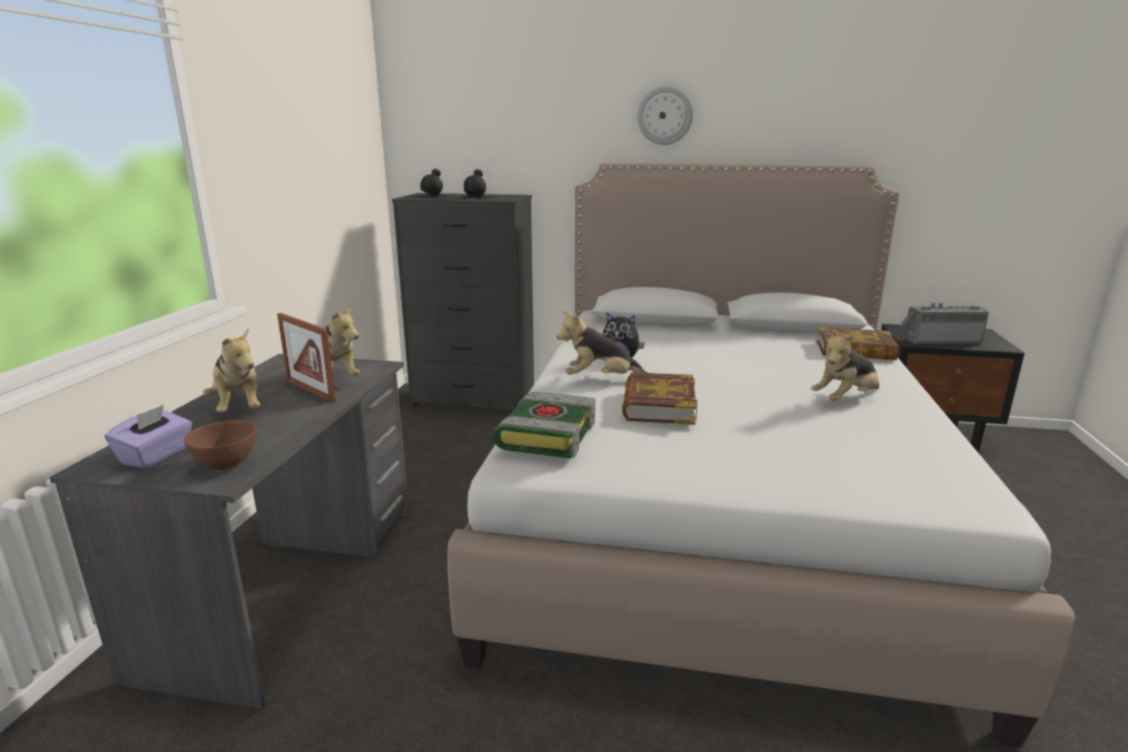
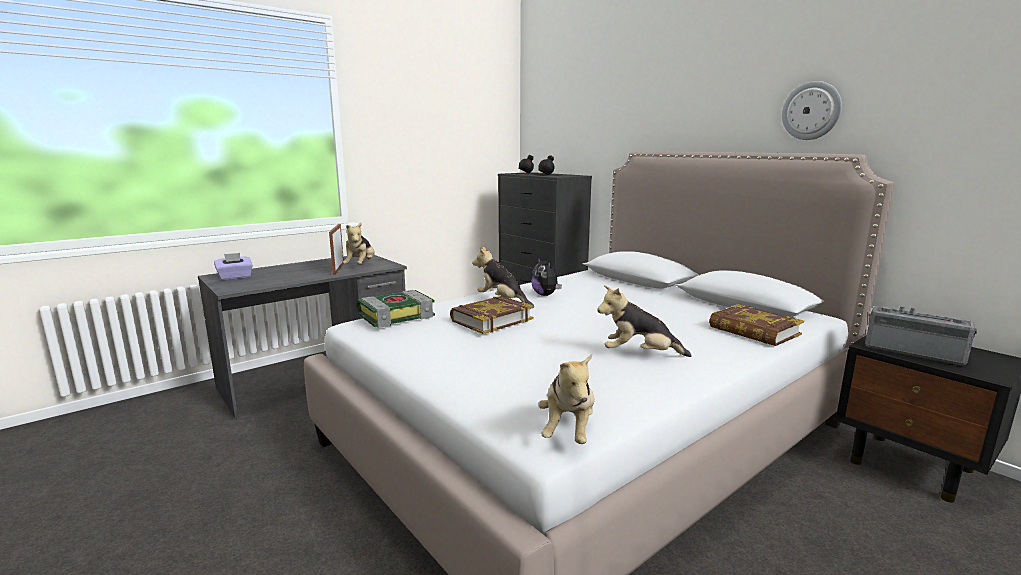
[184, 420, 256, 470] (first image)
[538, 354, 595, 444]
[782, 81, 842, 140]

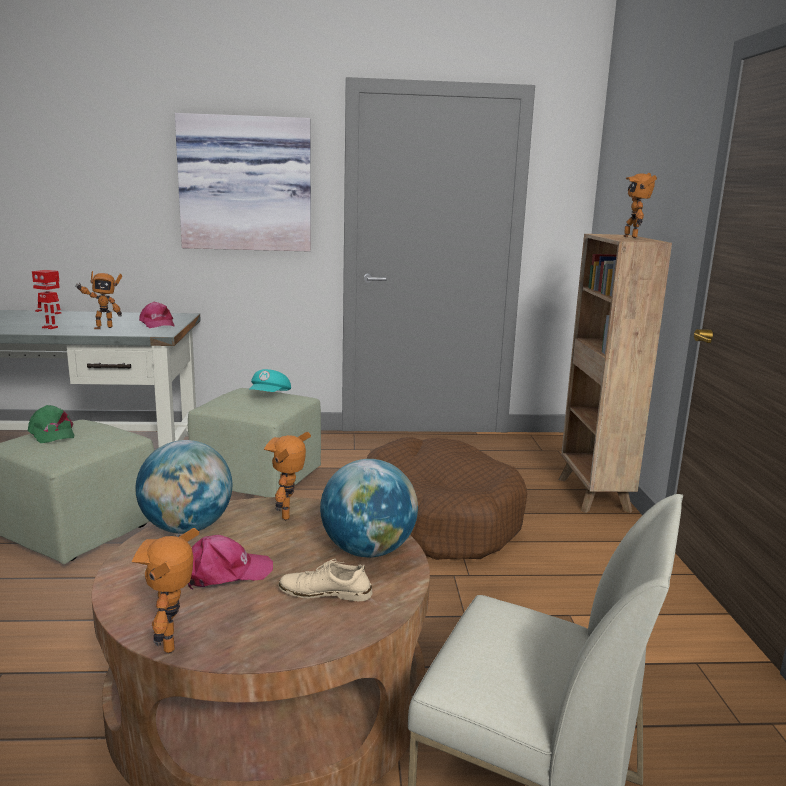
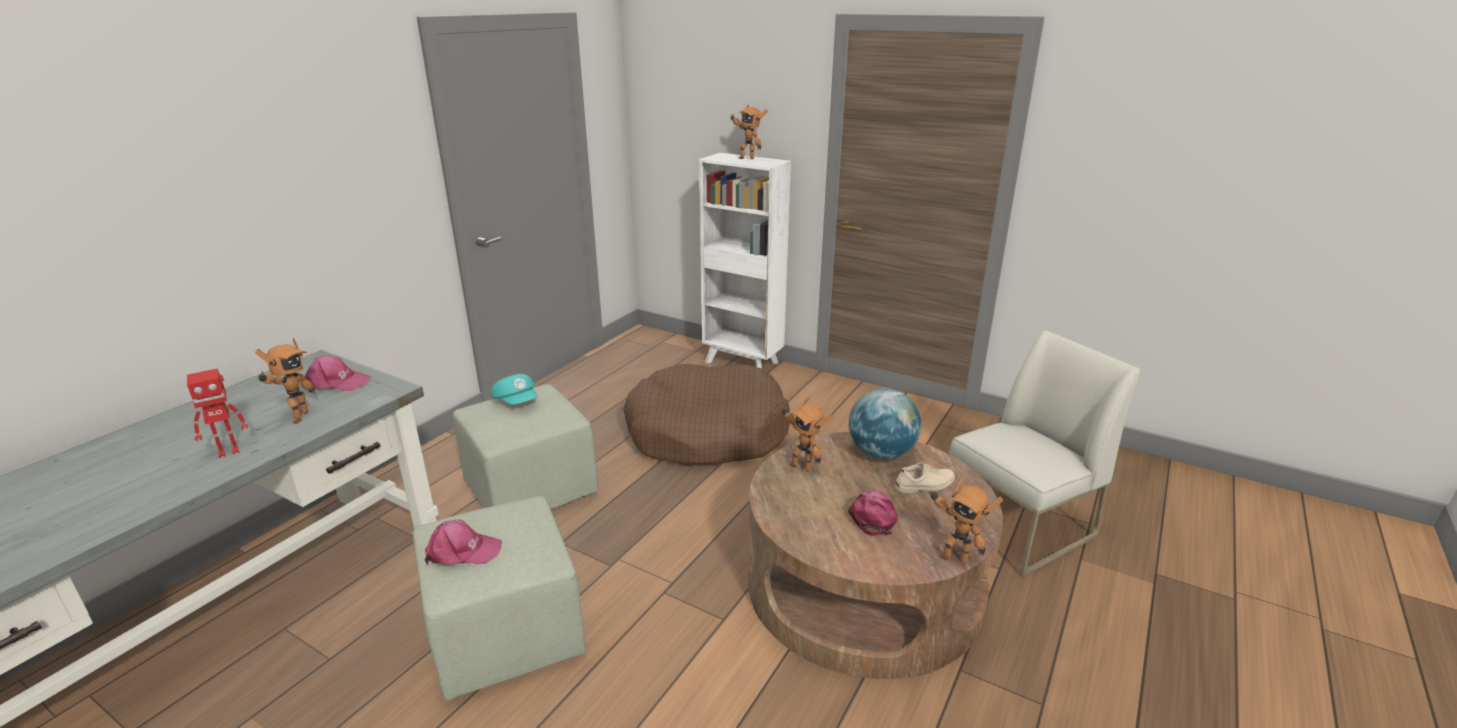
[425, 519, 502, 565]
[135, 440, 233, 534] (first image)
[175, 113, 311, 252] (first image)
[895, 462, 955, 493]
[699, 153, 791, 368]

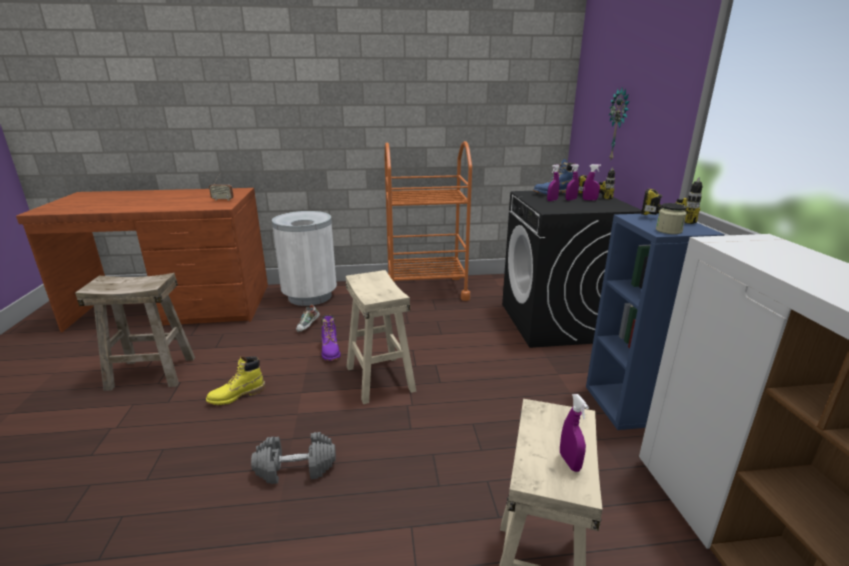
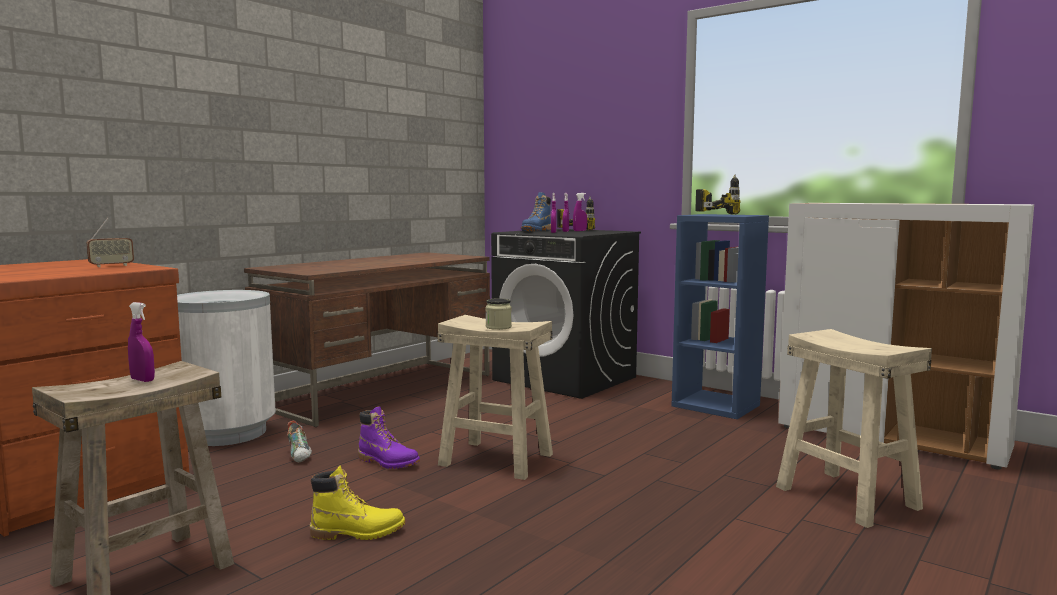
[310, 465, 405, 540]
[251, 432, 336, 484] (first image)
[244, 252, 490, 427]
[128, 302, 155, 382]
[609, 88, 630, 159] (first image)
[485, 298, 512, 330]

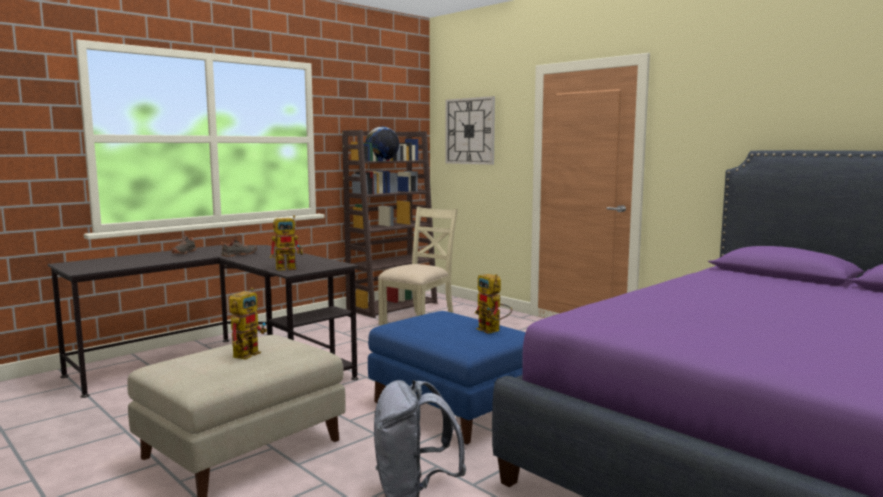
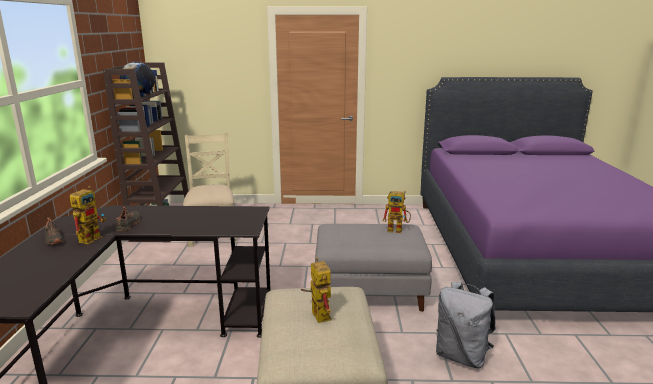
[70, 186, 106, 244]
[315, 224, 432, 312]
[445, 96, 495, 165] (first image)

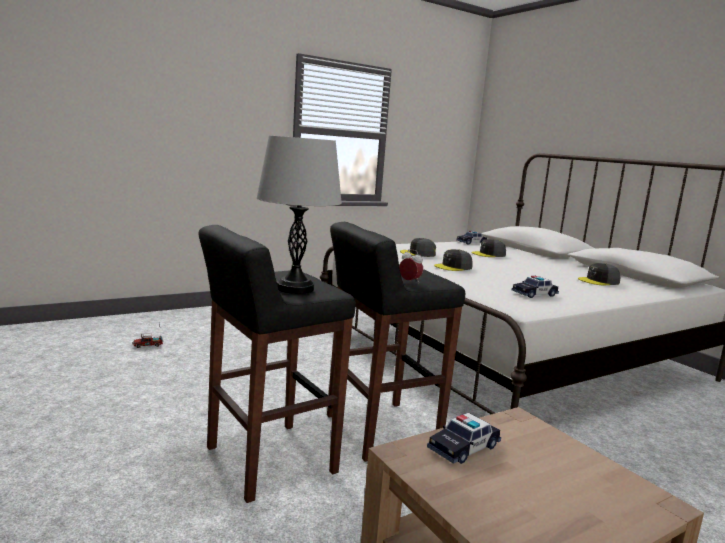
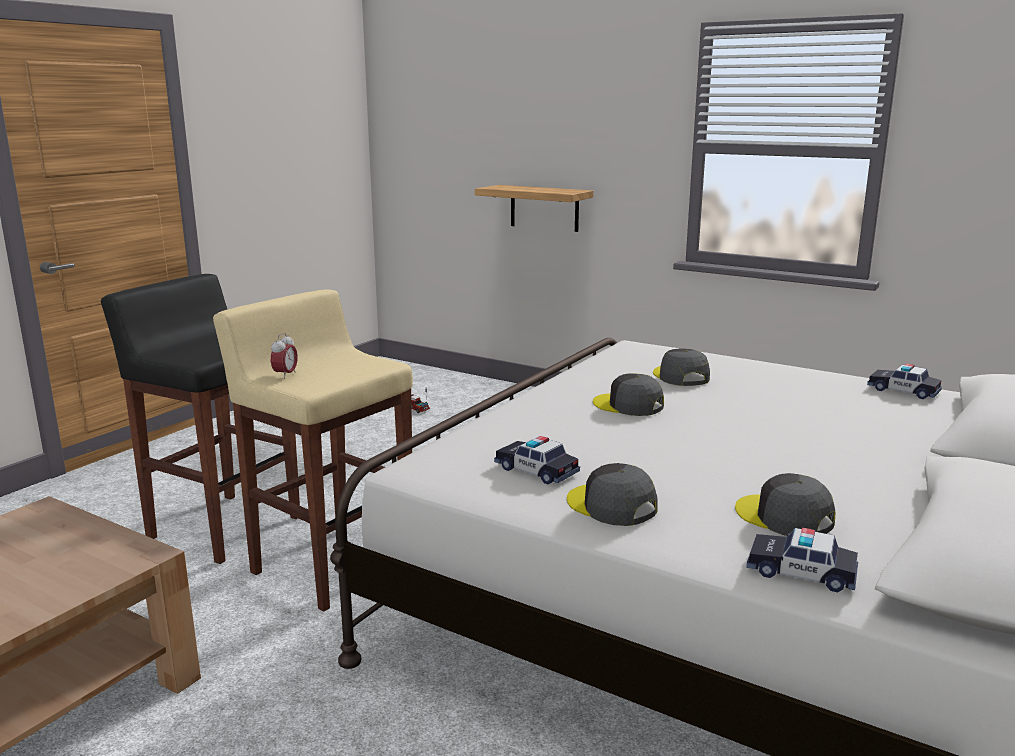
[257, 136, 342, 294] (first image)
[213, 289, 413, 612]
[746, 528, 858, 592]
[567, 463, 657, 526]
[475, 185, 593, 232]

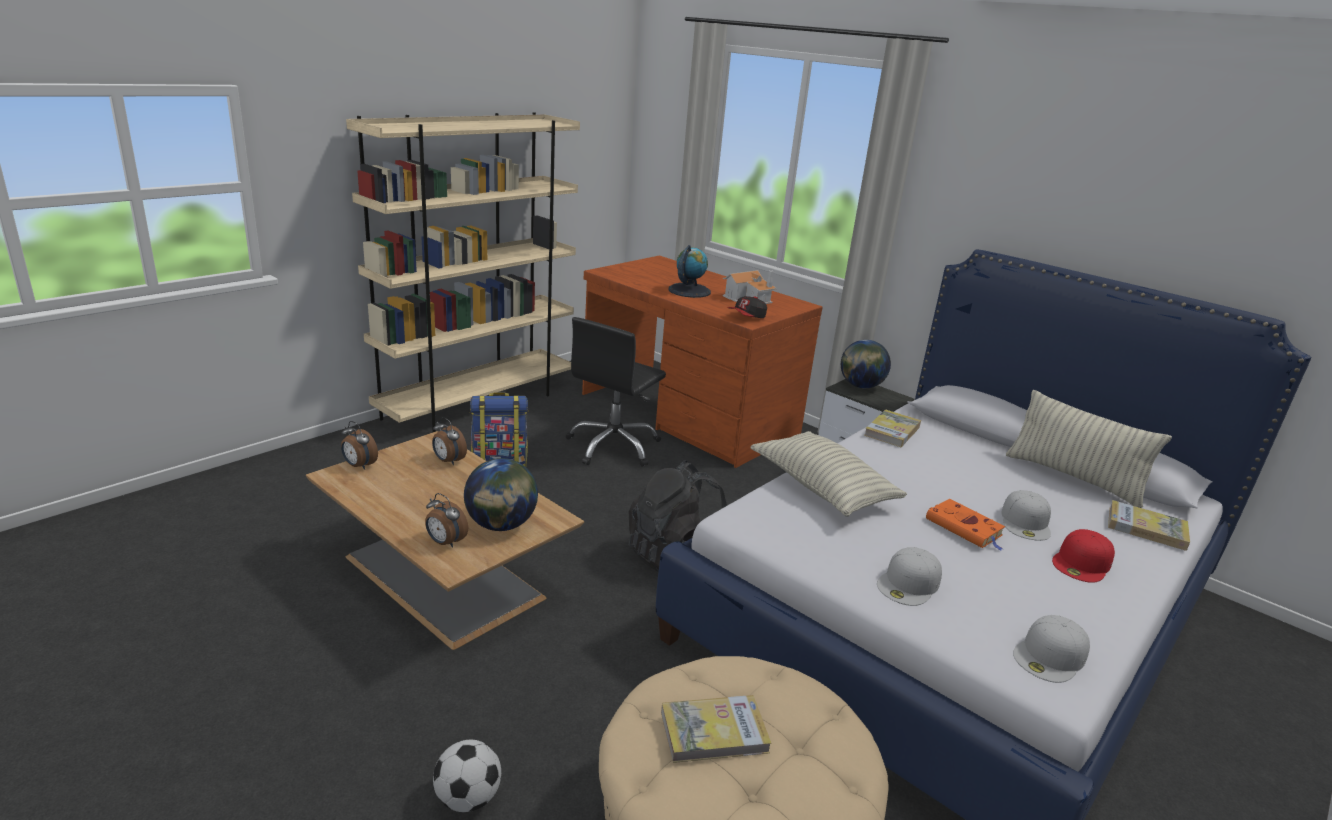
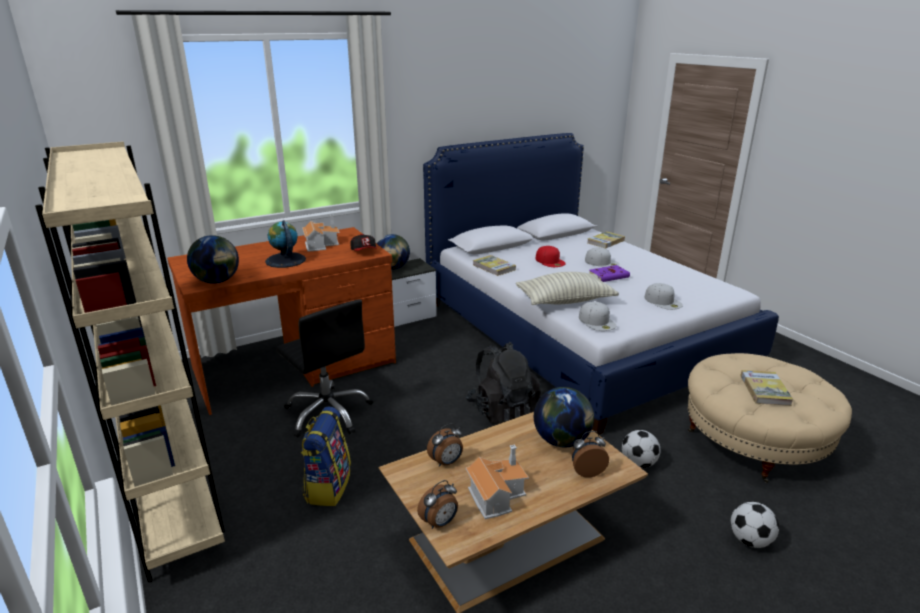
[572, 431, 609, 478]
[589, 265, 630, 282]
[1006, 390, 1172, 508] (first image)
[579, 301, 616, 331]
[536, 246, 566, 267]
[187, 235, 239, 284]
[465, 444, 529, 519]
[622, 430, 660, 468]

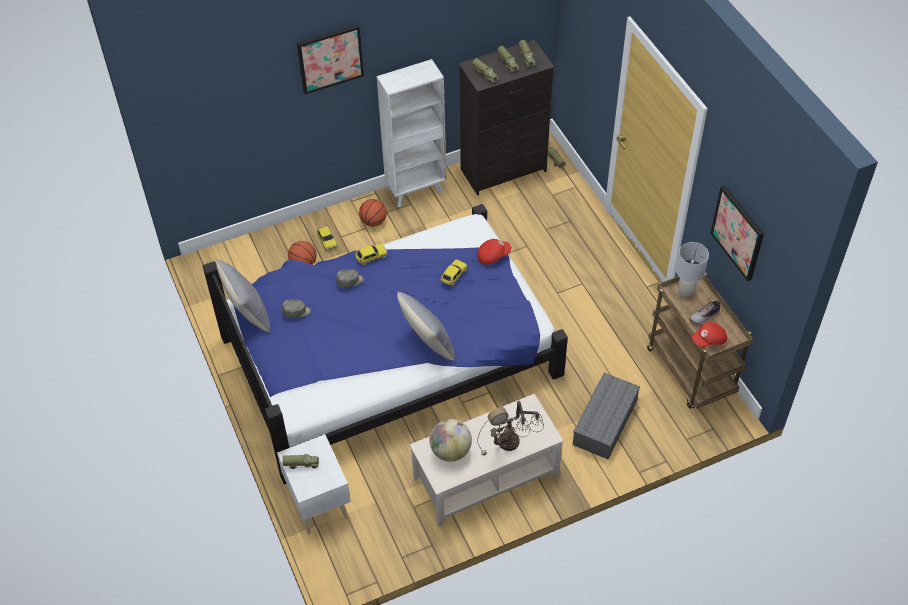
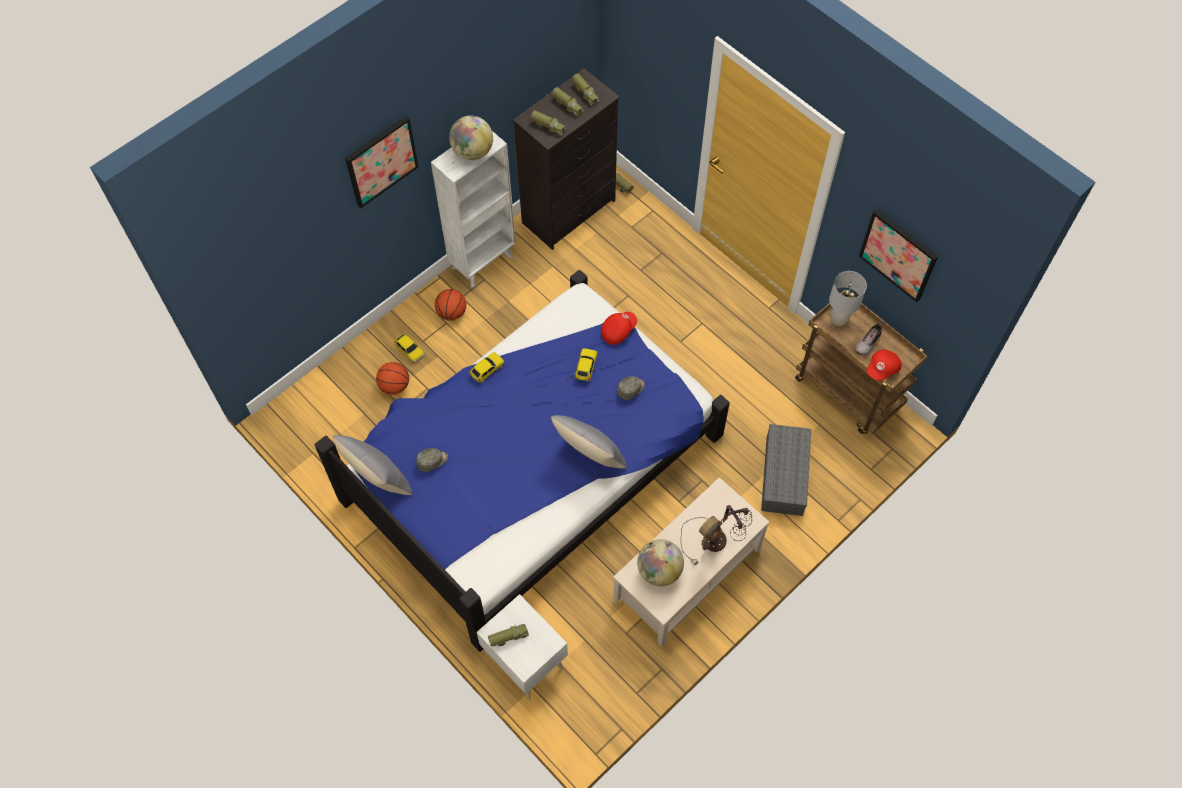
[617, 376, 645, 400]
[449, 116, 493, 160]

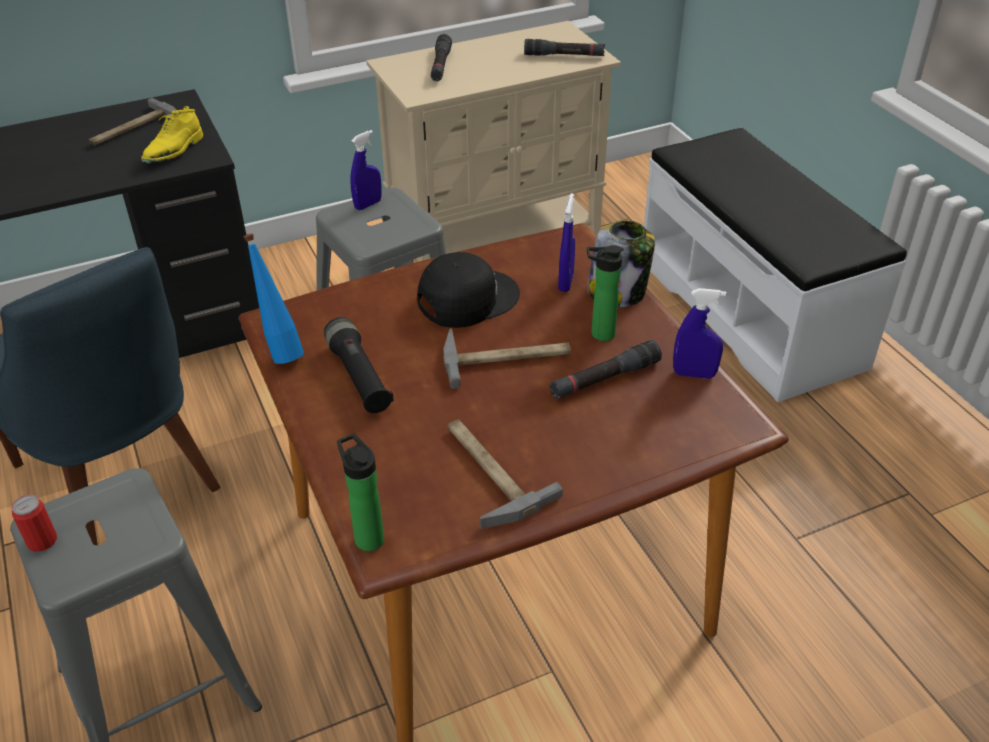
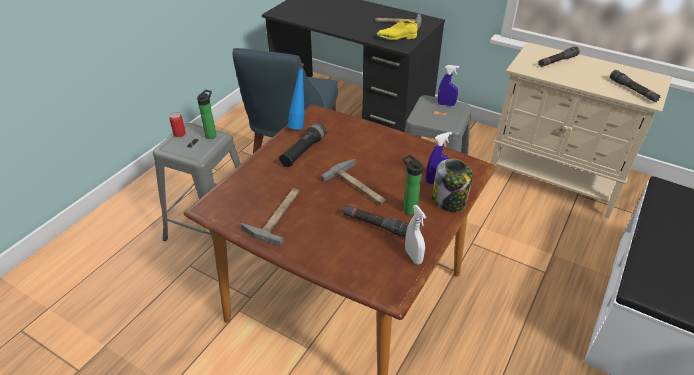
[197, 90, 216, 139]
[417, 252, 520, 328] (first image)
[405, 205, 426, 265]

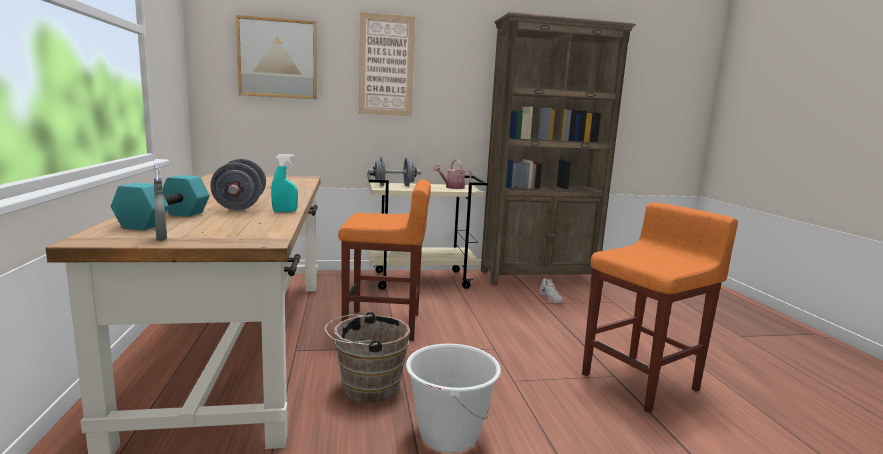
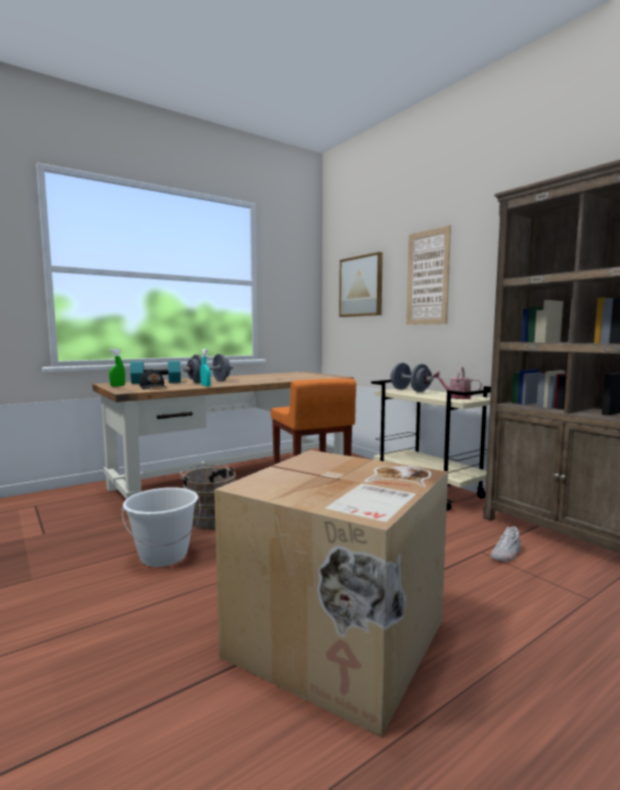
[109, 349, 125, 387]
[214, 450, 448, 737]
[140, 369, 167, 390]

